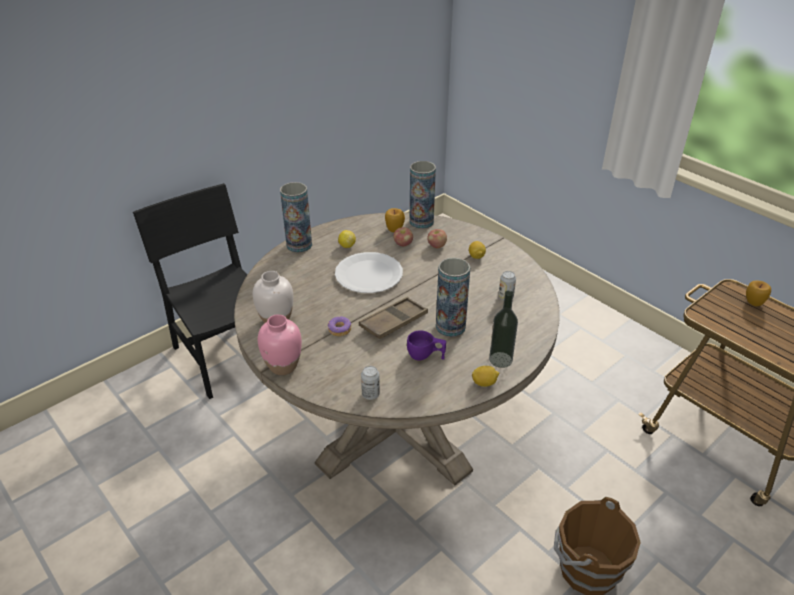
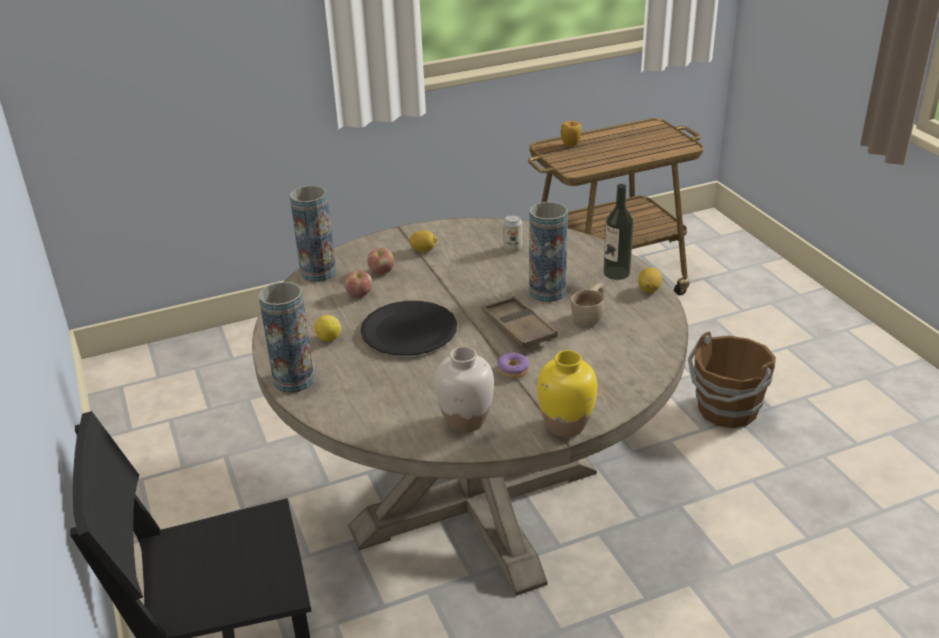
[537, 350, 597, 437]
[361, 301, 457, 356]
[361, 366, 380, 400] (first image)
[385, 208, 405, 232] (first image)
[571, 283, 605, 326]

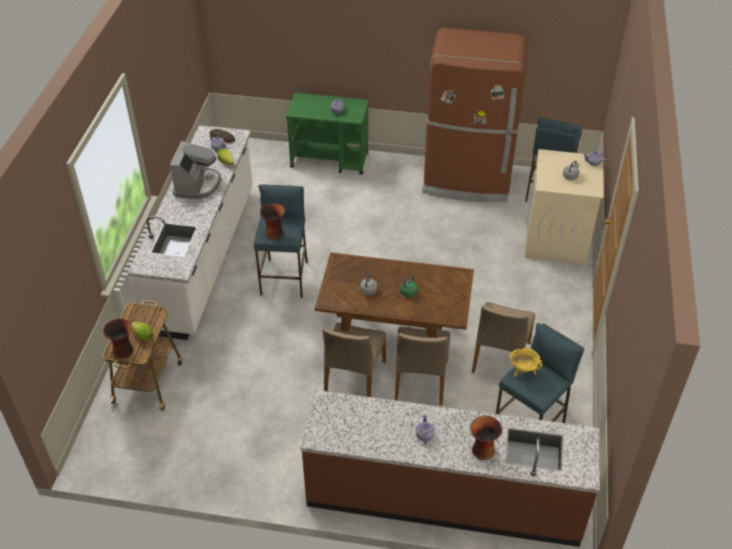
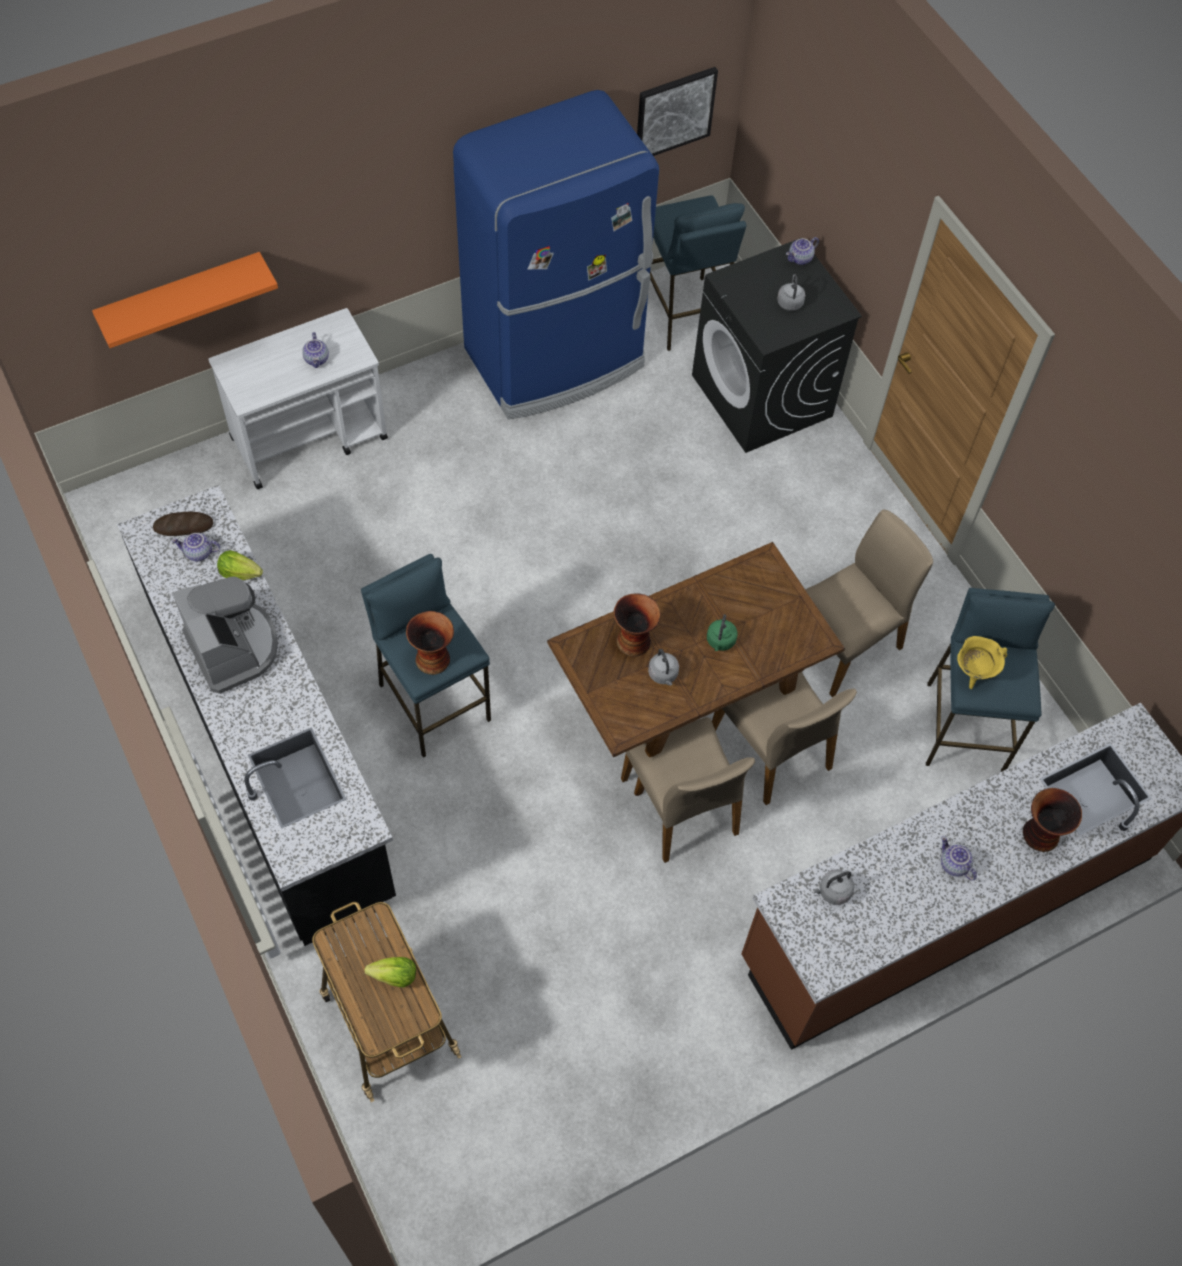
[614, 593, 661, 657]
[117, 485, 396, 946]
[209, 308, 388, 489]
[453, 90, 659, 419]
[805, 510, 933, 697]
[692, 238, 862, 453]
[92, 252, 278, 348]
[637, 67, 718, 156]
[813, 870, 854, 905]

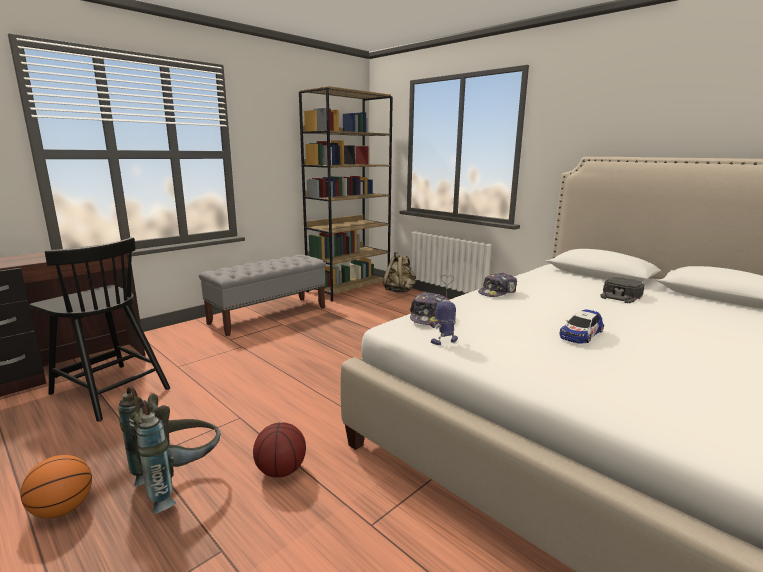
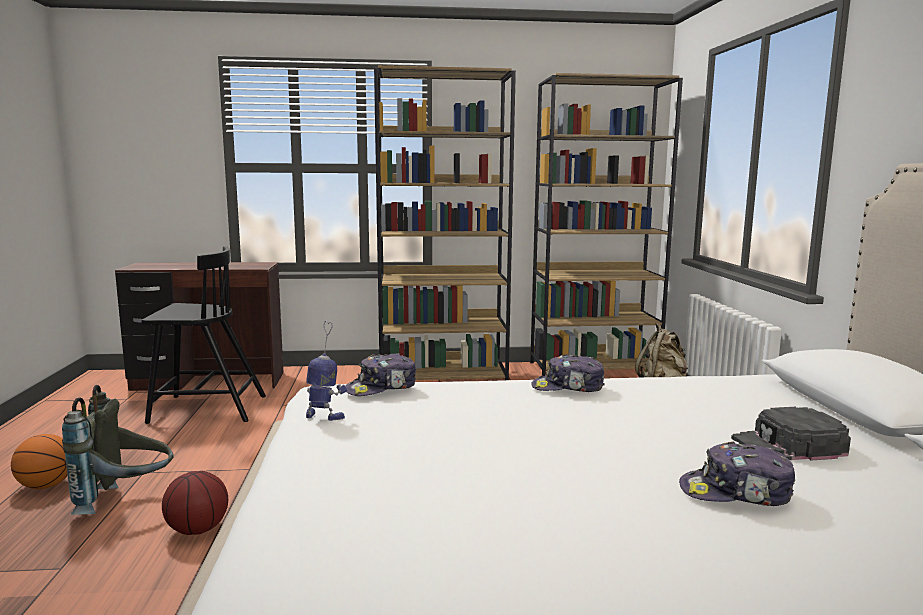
[141, 246, 266, 424]
[374, 65, 516, 380]
[559, 309, 604, 344] (first image)
[679, 441, 795, 506]

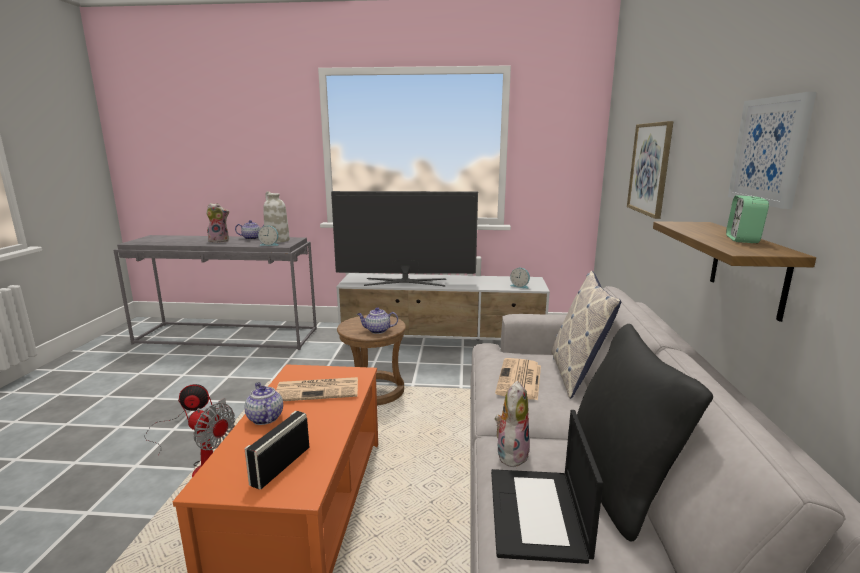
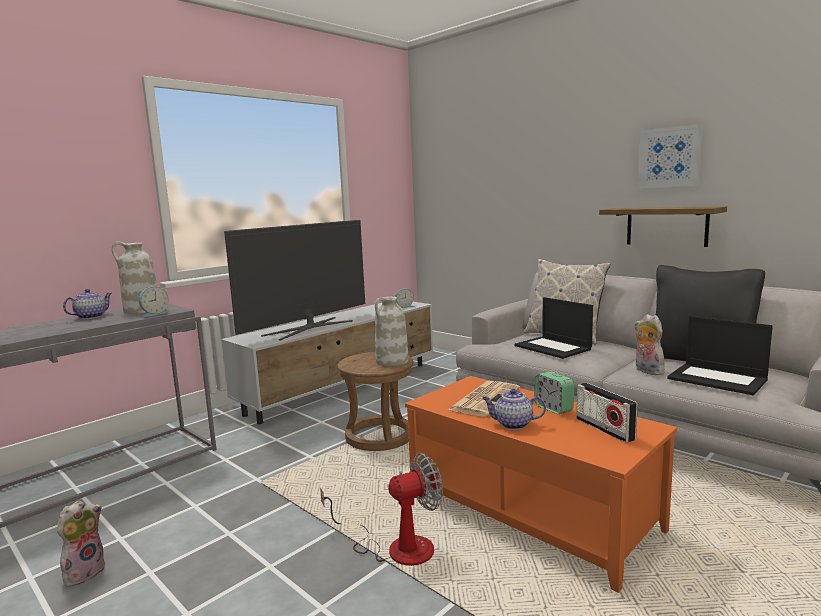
[144, 384, 212, 454] (first image)
[57, 501, 105, 587]
[375, 297, 409, 366]
[514, 297, 593, 359]
[627, 121, 674, 219] (first image)
[534, 372, 574, 414]

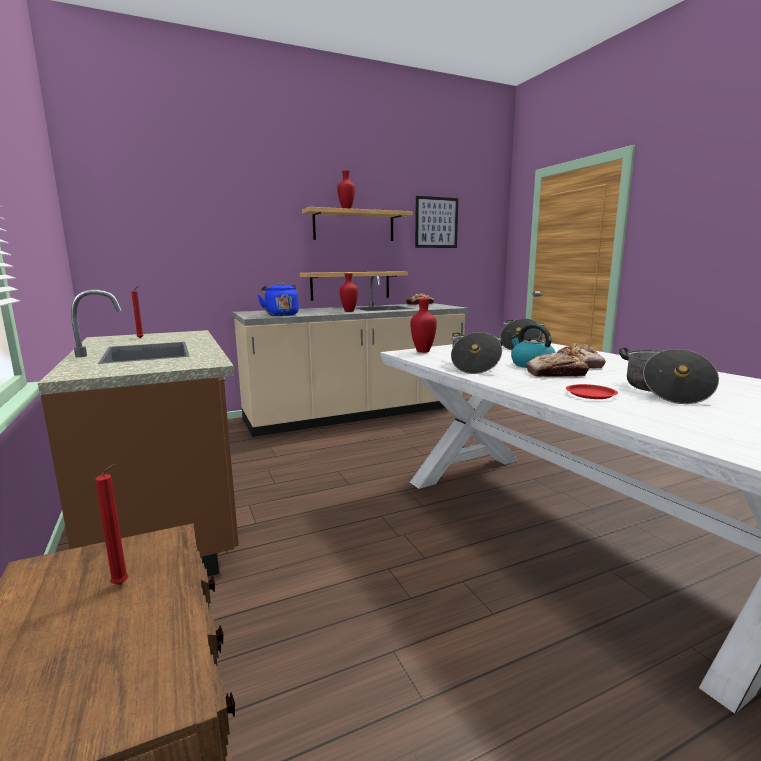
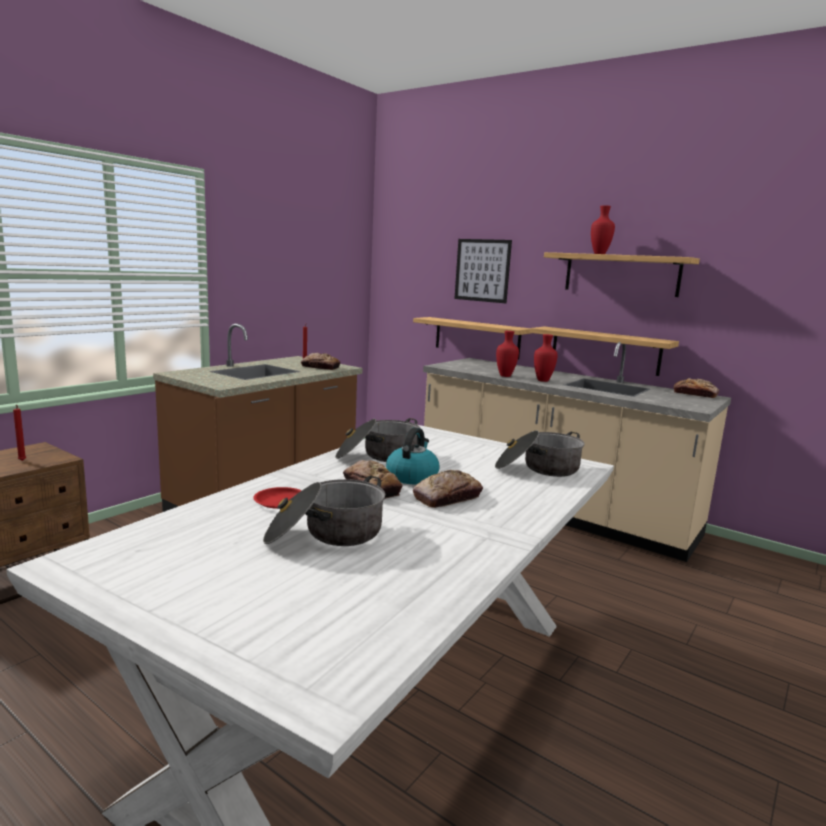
[257, 282, 299, 316] (first image)
[496, 331, 519, 377]
[454, 239, 512, 303]
[301, 353, 340, 370]
[413, 317, 531, 359]

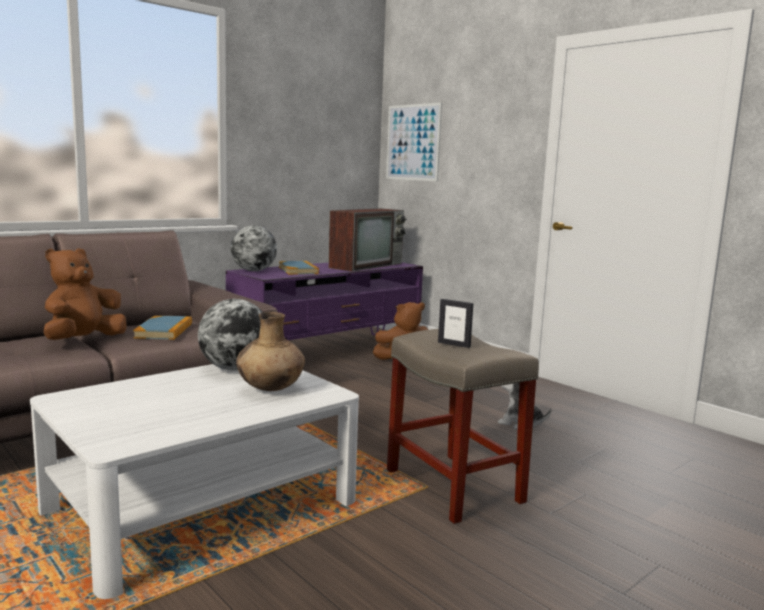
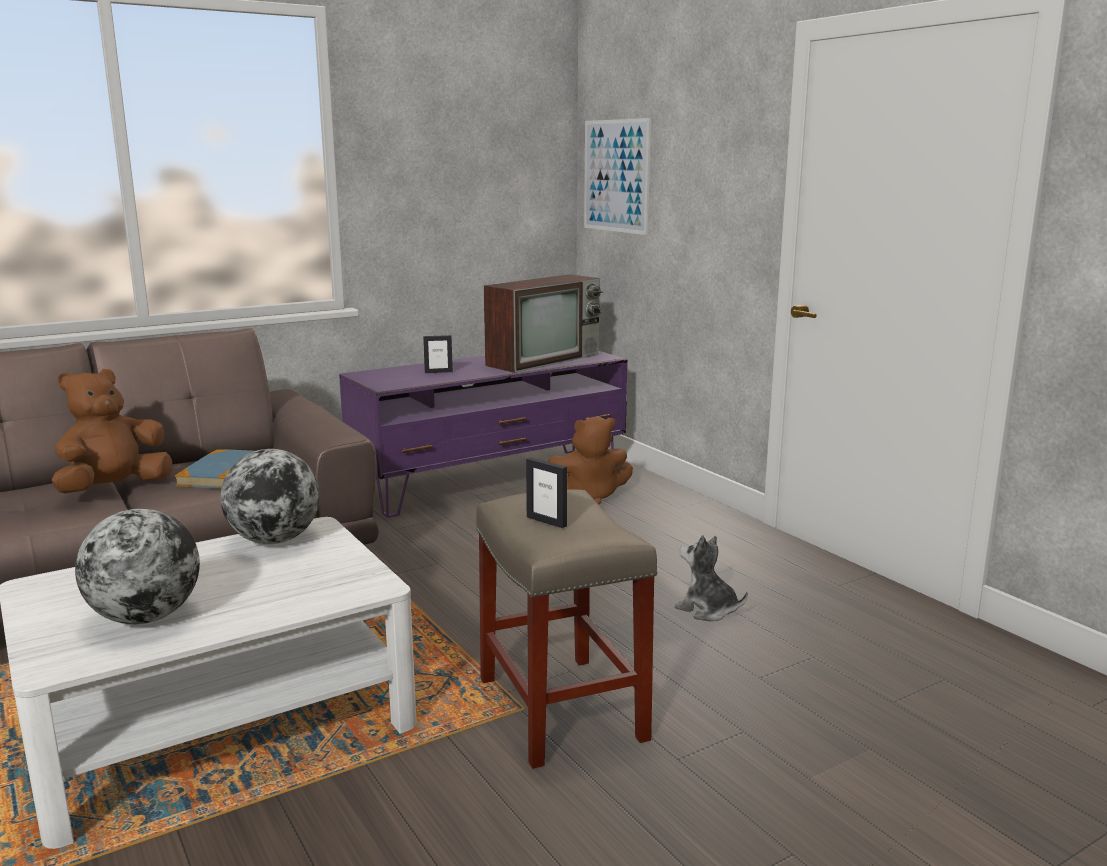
[75, 509, 200, 624]
[236, 312, 305, 391] (first image)
[423, 335, 453, 373]

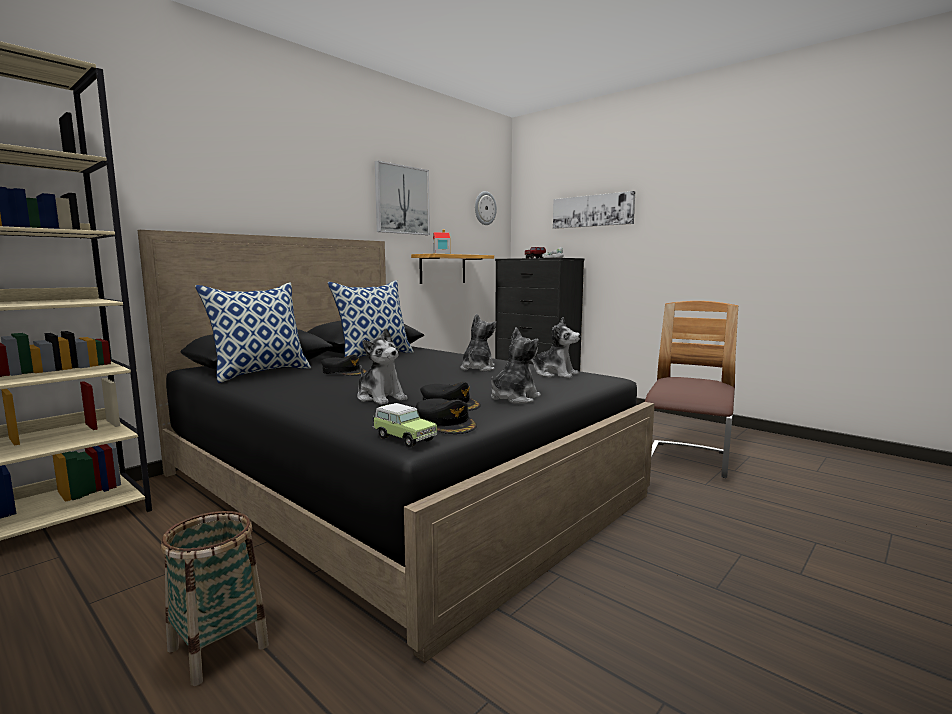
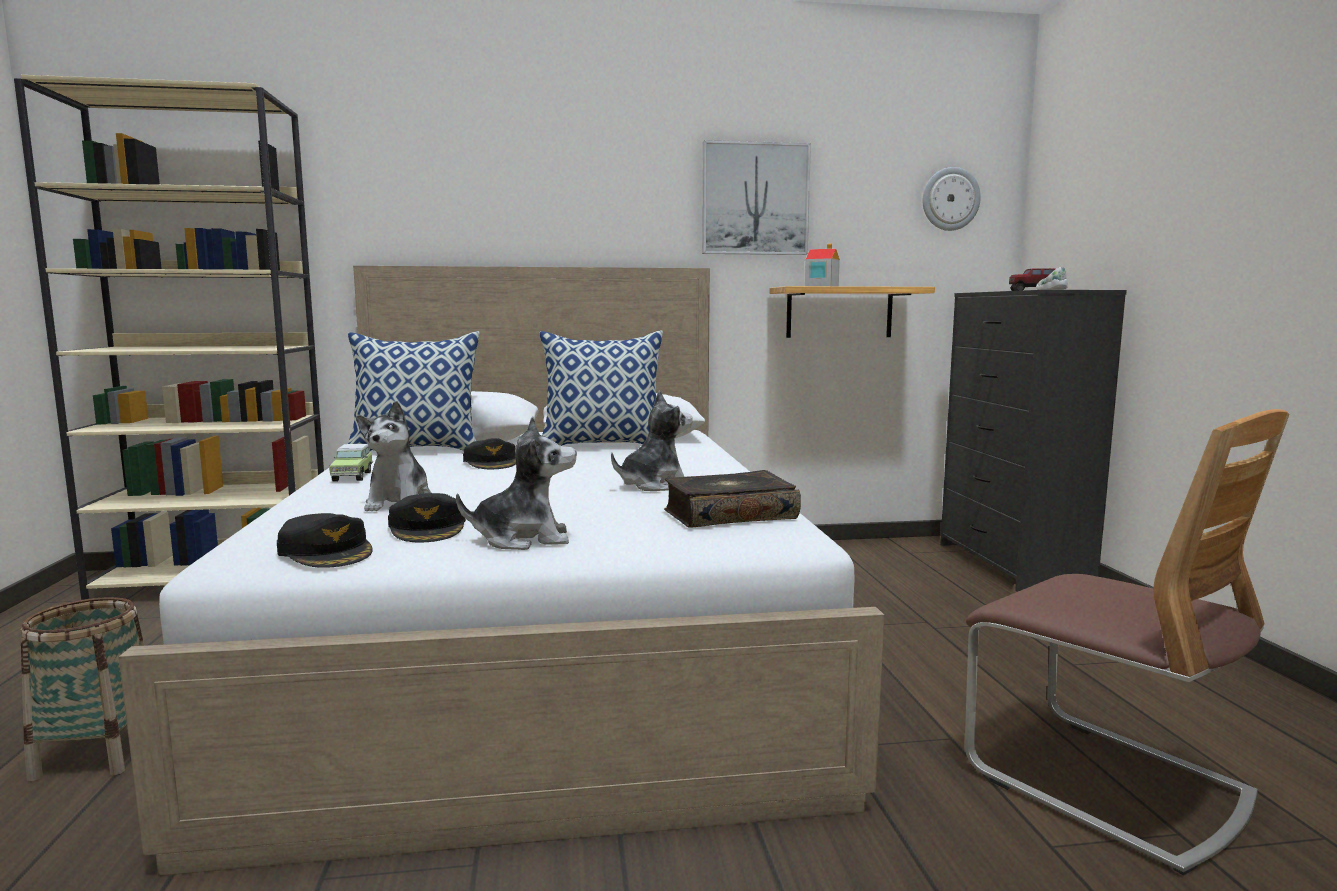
[119, 266, 884, 876]
[329, 444, 373, 482]
[277, 513, 373, 568]
[664, 470, 801, 528]
[553, 191, 635, 229] (first image)
[965, 409, 1289, 875]

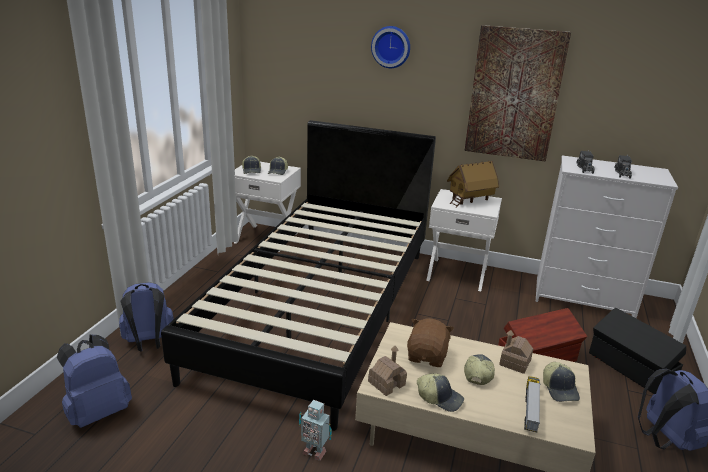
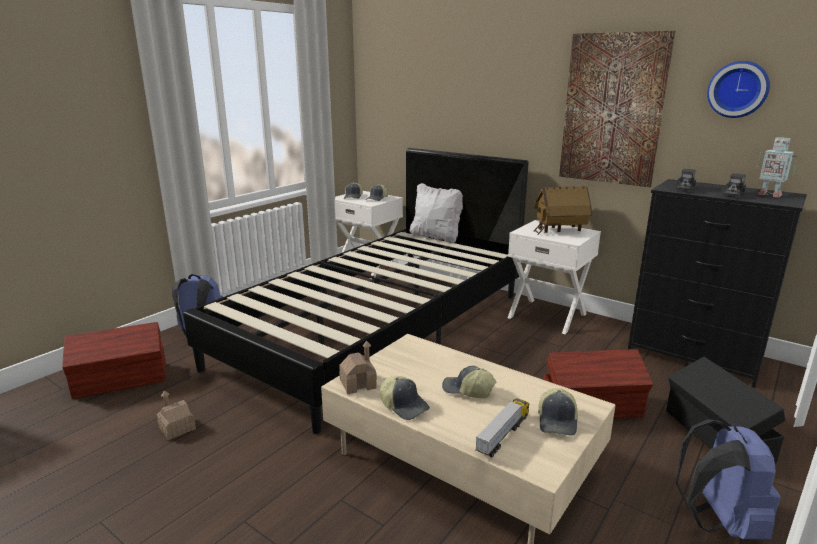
[62, 322, 166, 399]
[757, 137, 797, 197]
[707, 61, 770, 118]
[407, 318, 454, 367] (first image)
[442, 366, 496, 398]
[157, 390, 196, 440]
[628, 179, 807, 388]
[409, 183, 463, 243]

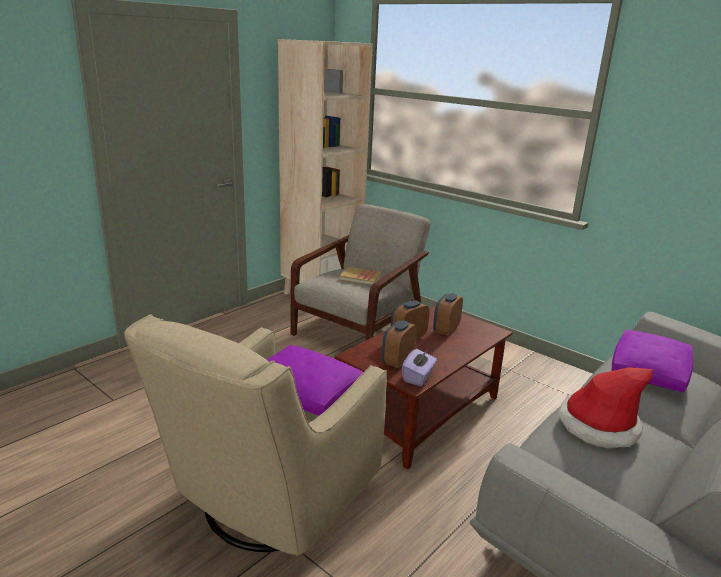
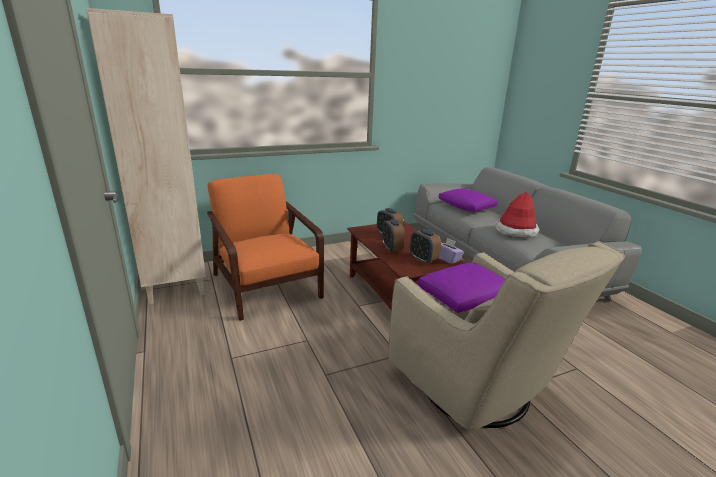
[207, 174, 324, 321]
[339, 267, 382, 285] (first image)

